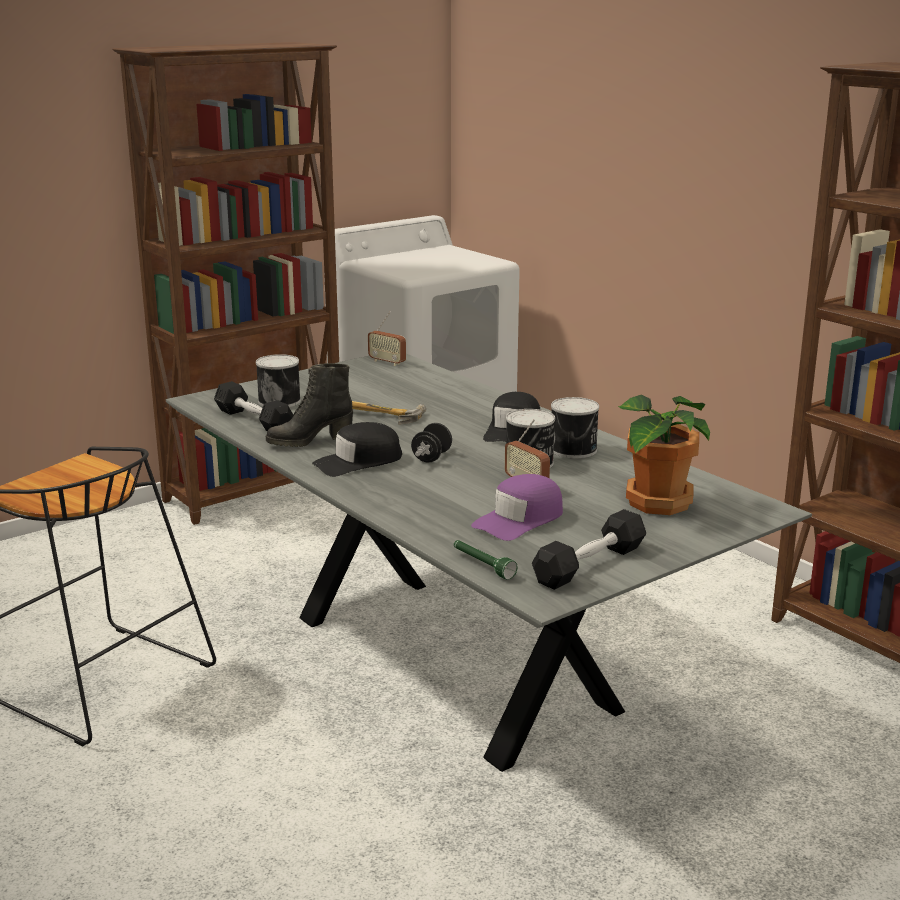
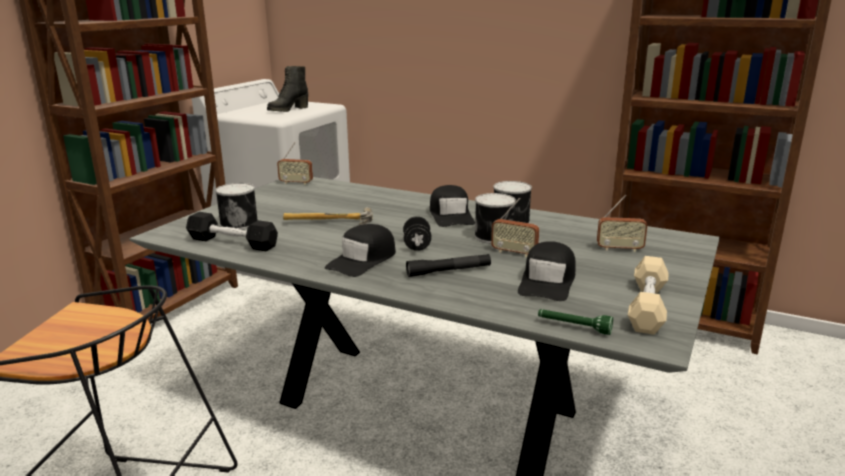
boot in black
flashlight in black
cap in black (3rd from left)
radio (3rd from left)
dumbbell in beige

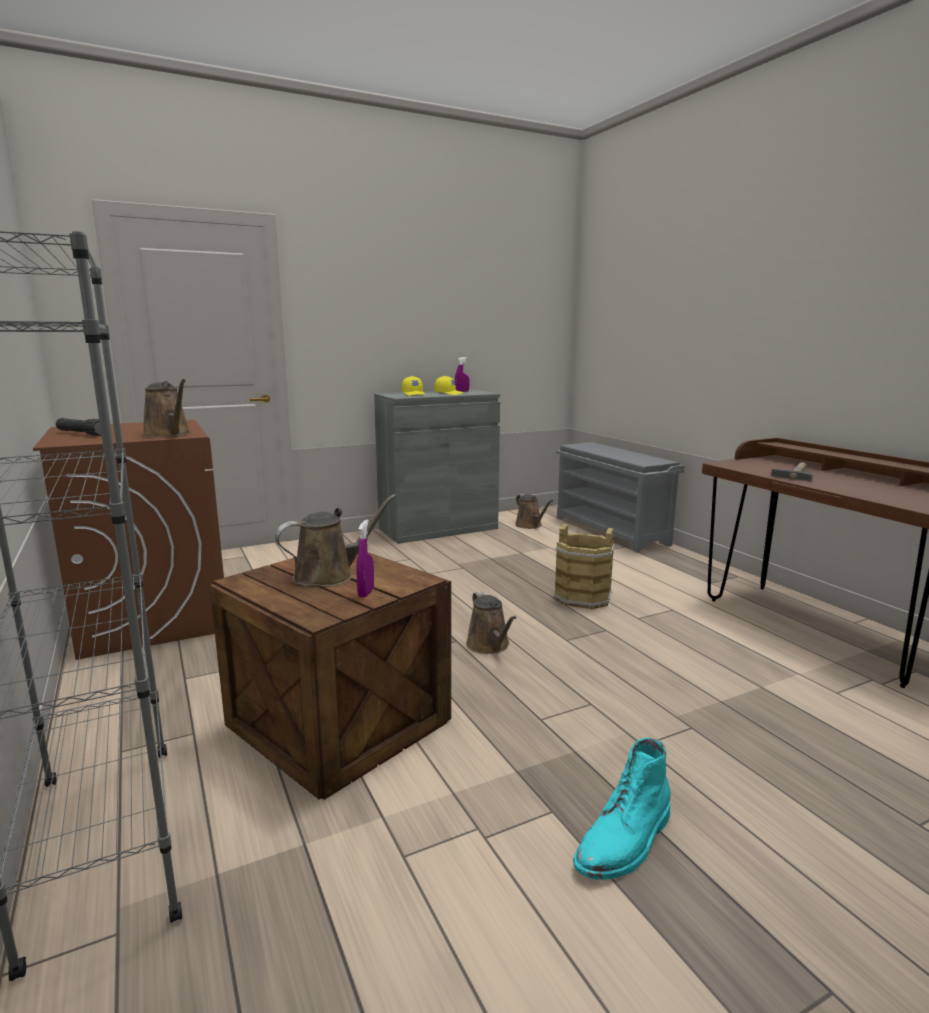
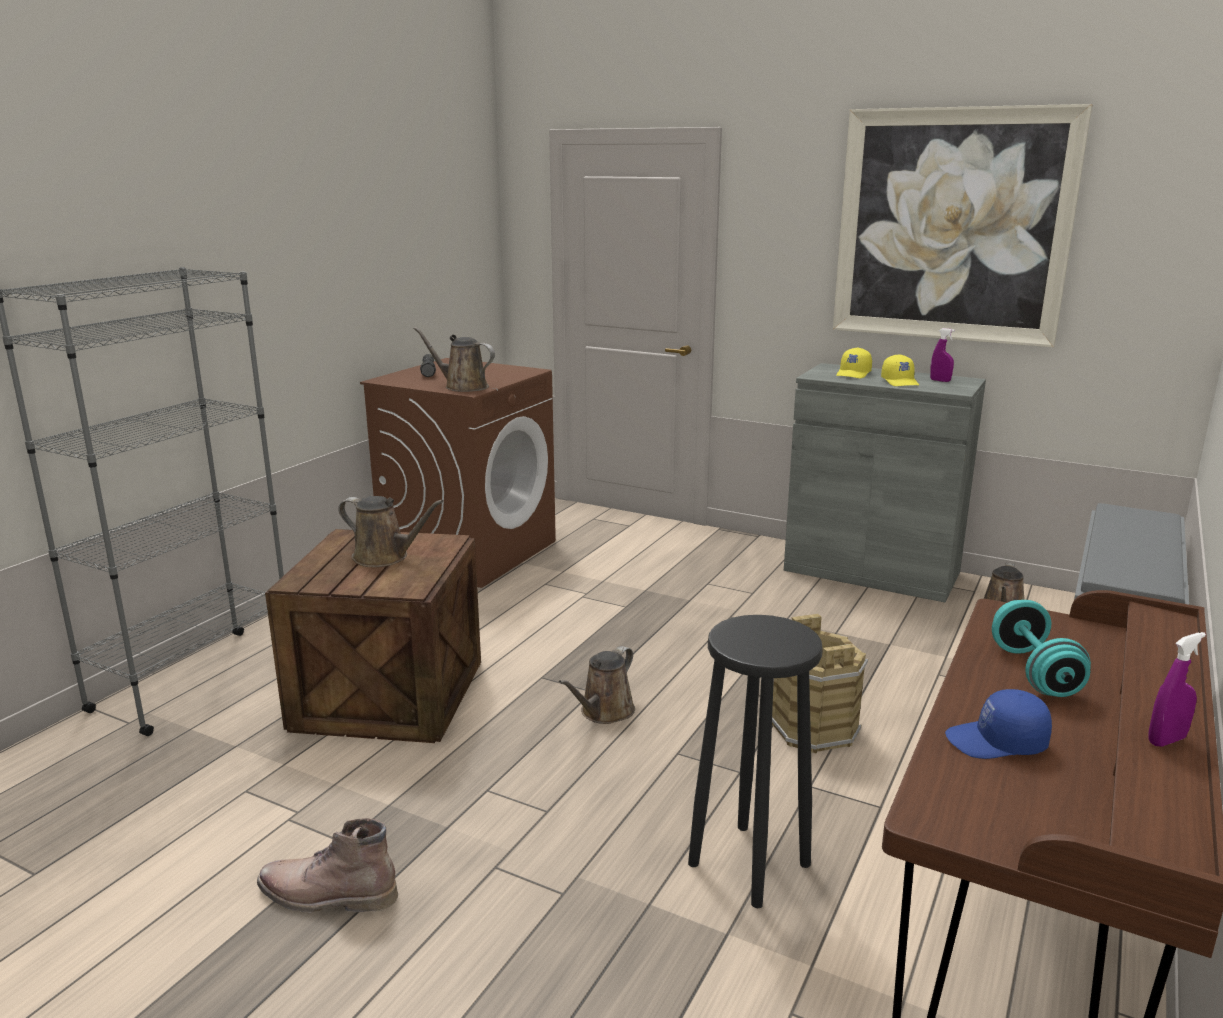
boot in brown
watering can in brown (2nd from left)
stool in black
picture
cap in blue
dumbbell in turquoise
spray bottle in purple (2nd from left)

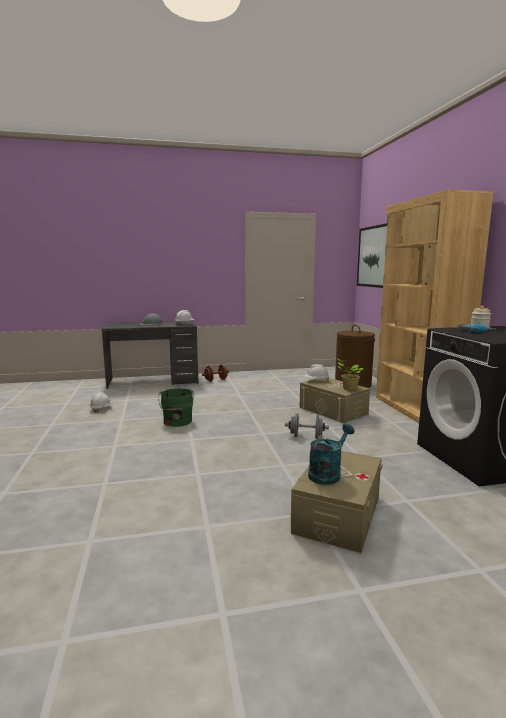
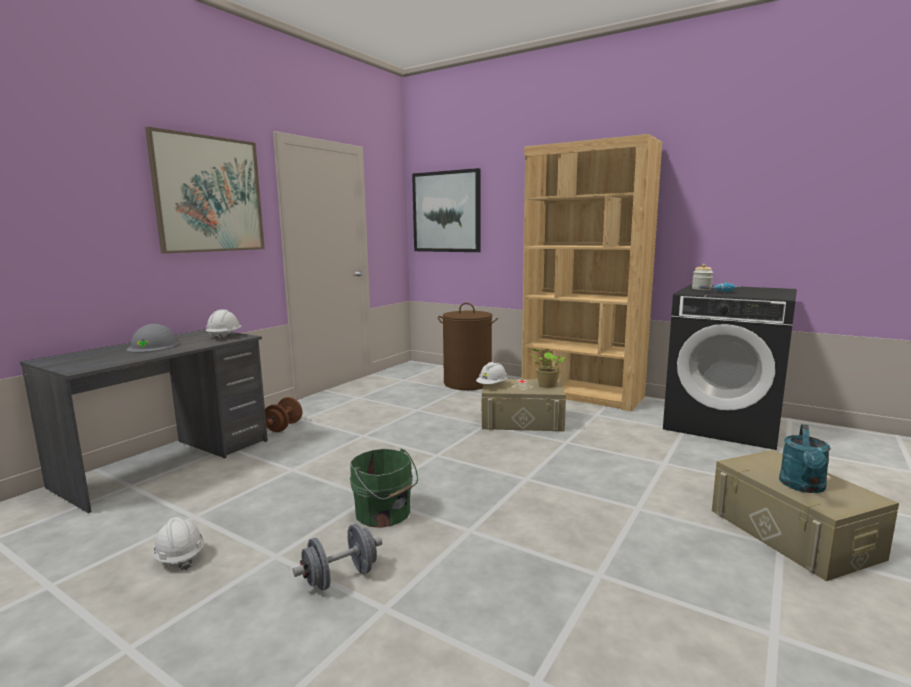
picture (1st from left)
dumbbell in grey
watering can in turquoise

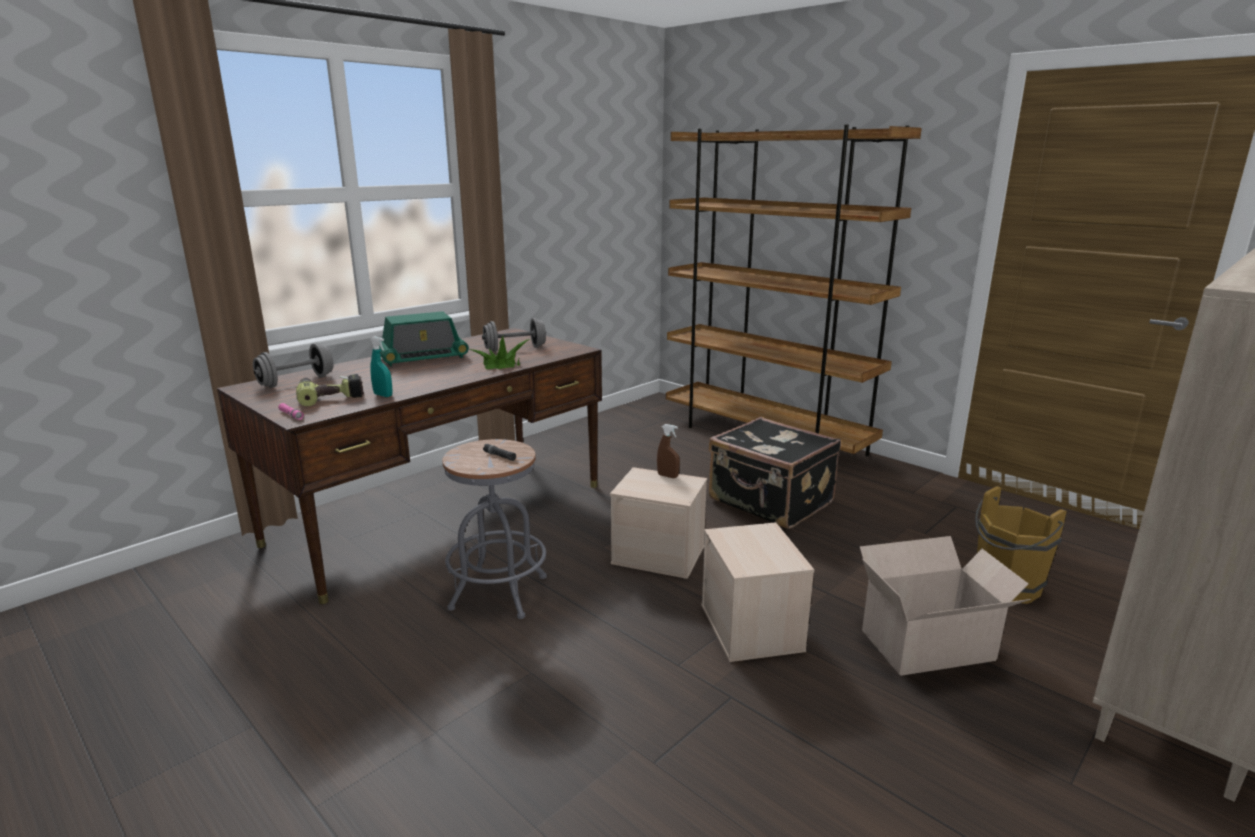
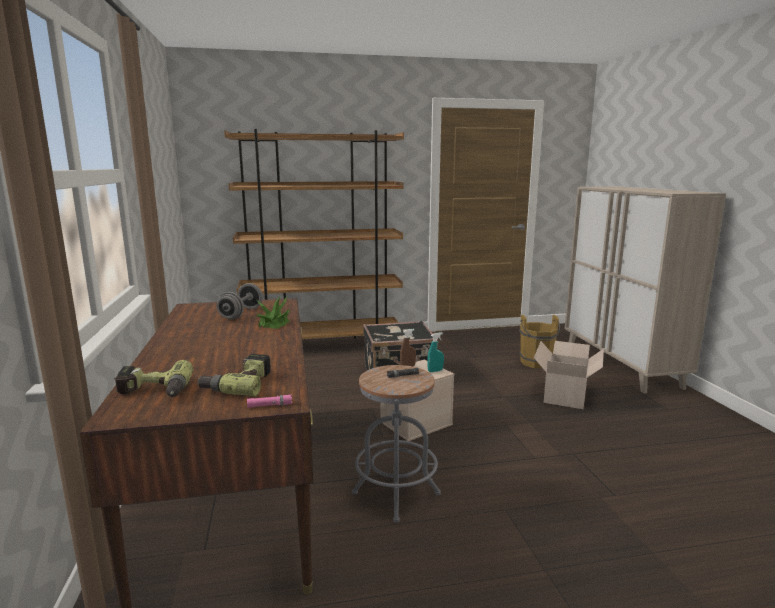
power drill (1st from left)
spray bottle in turquoise
radio
storage box in beige (2nd from left in the first image)

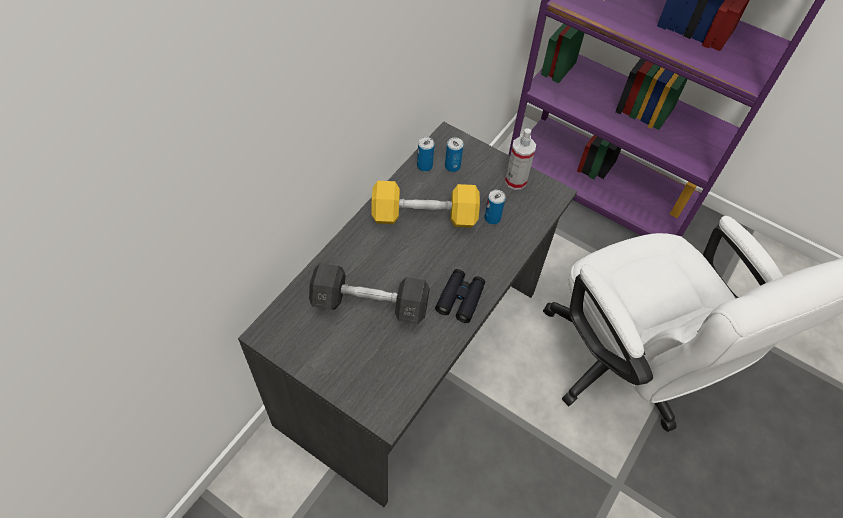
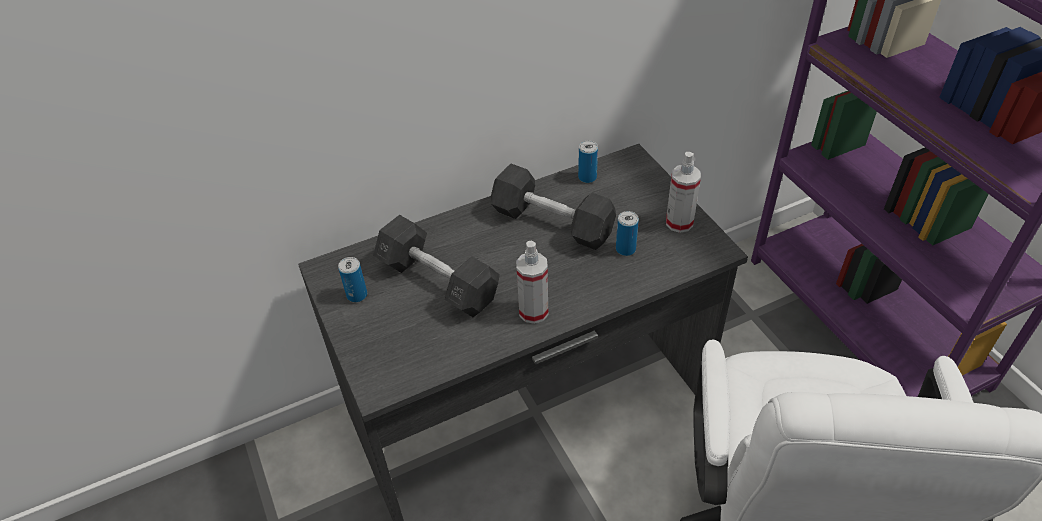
can (1st from left)
dumbbell in grey (2nd from left)
spray bottle (1st from left)

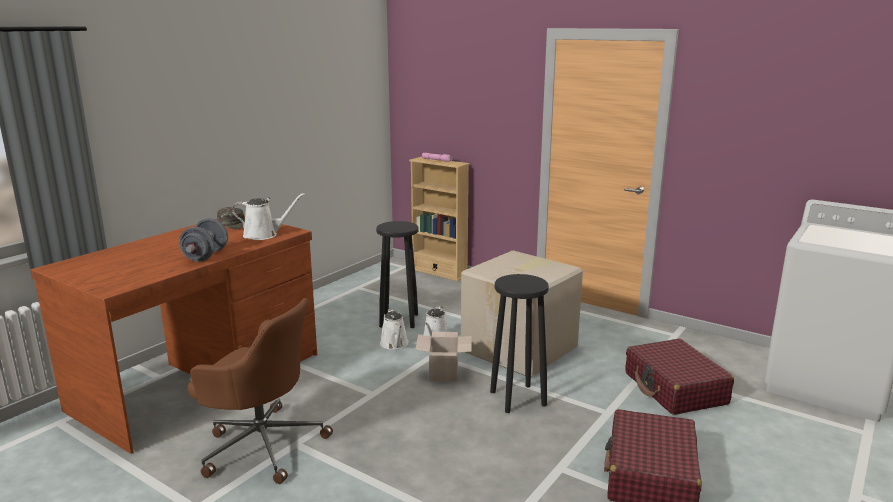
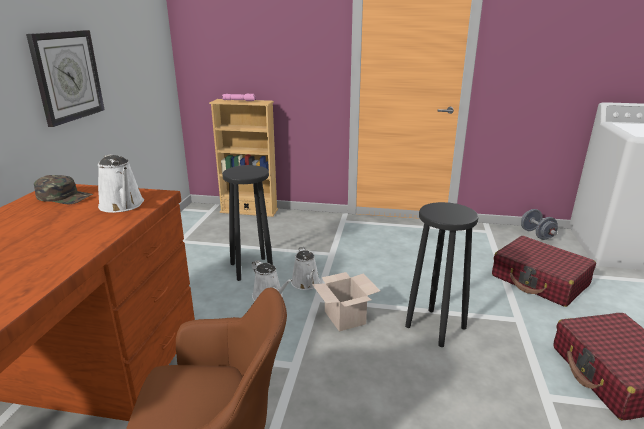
wall clock
watering can in white (1st from left)
dumbbell in grey
cardboard box (2nd from left in the first image)

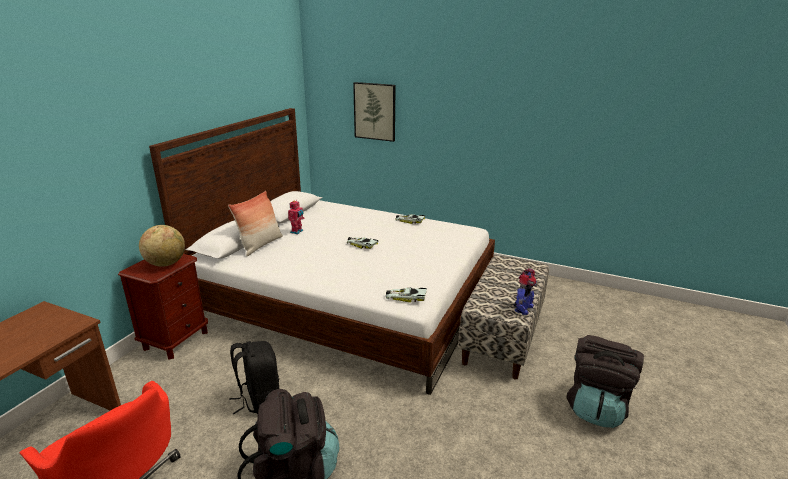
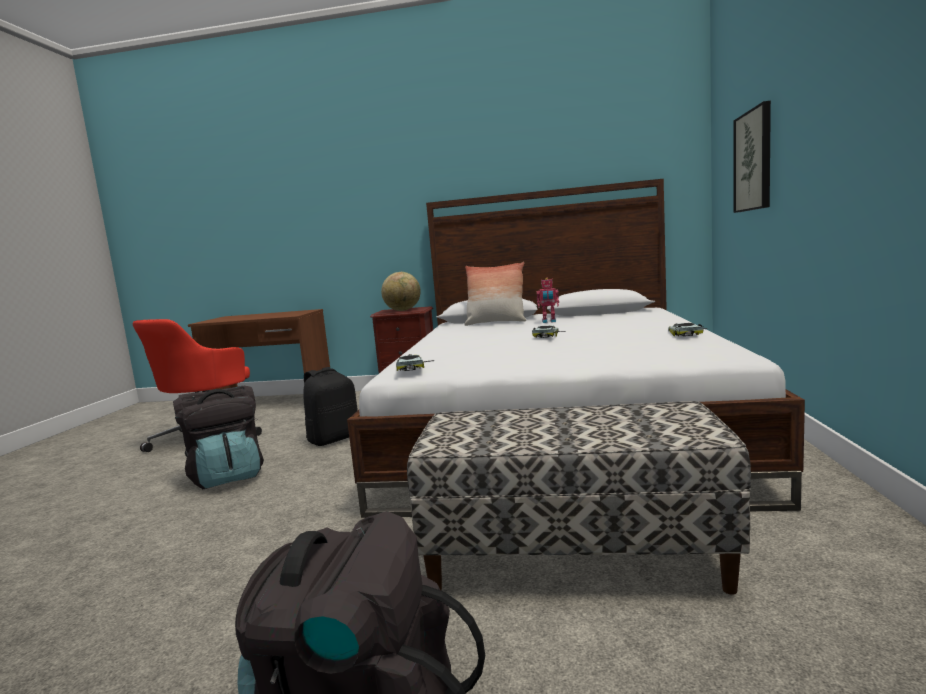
toy robot (2nd from left in the first image)

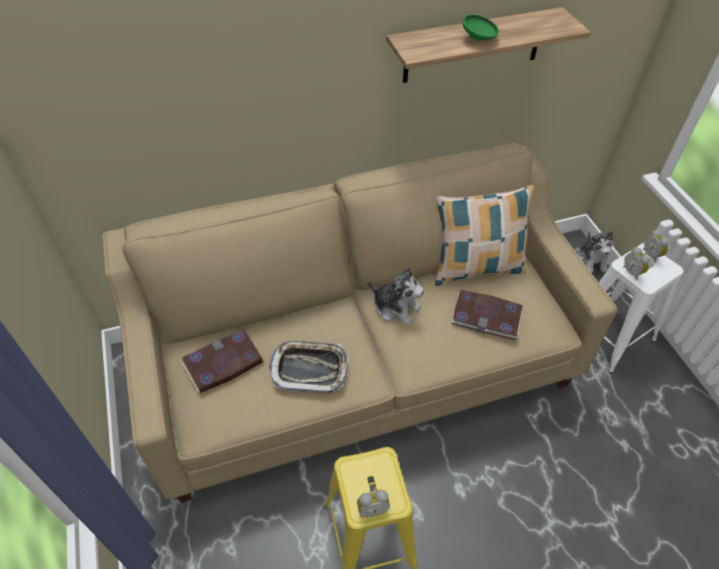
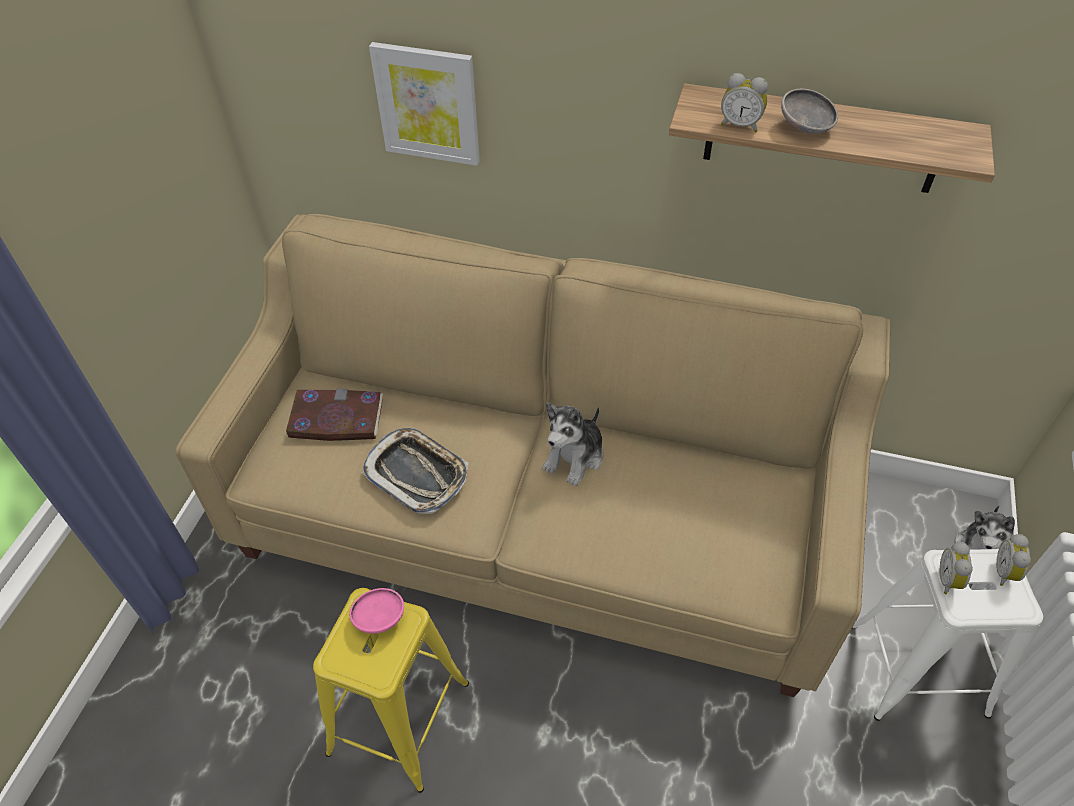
bowl in pink
picture
plush toy (1st from left)
alarm clock (1st from left)
bowl in grey
pillow
book (2nd from left in the first image)

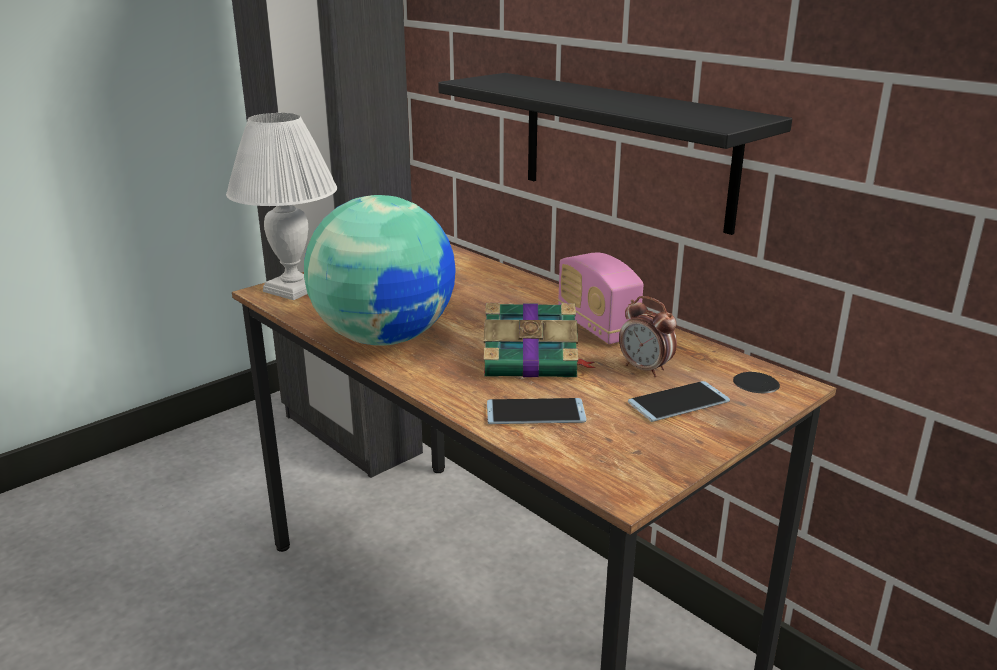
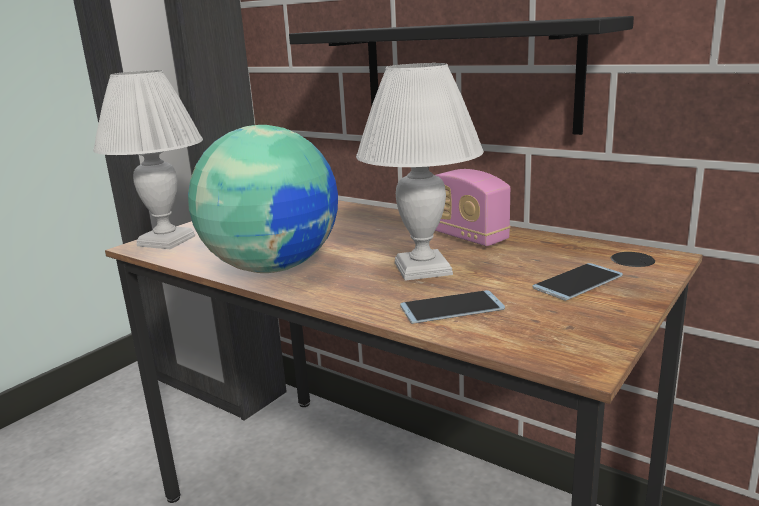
table lamp in white (2nd from left)
alarm clock

